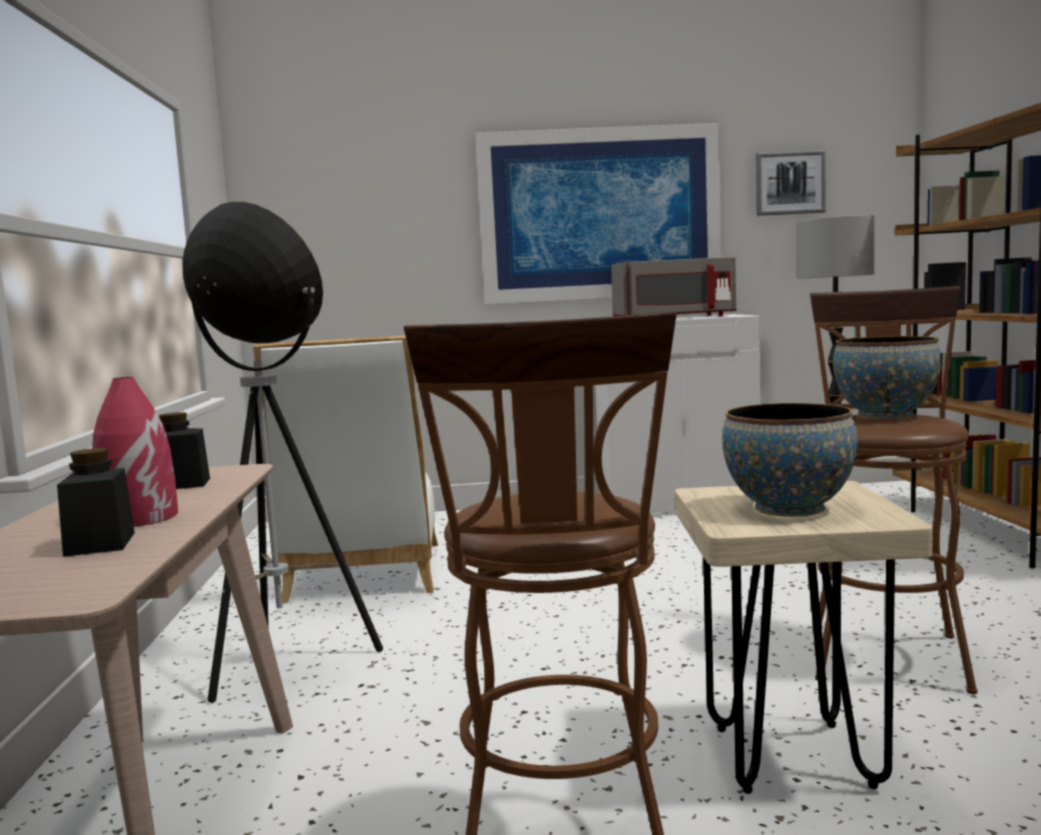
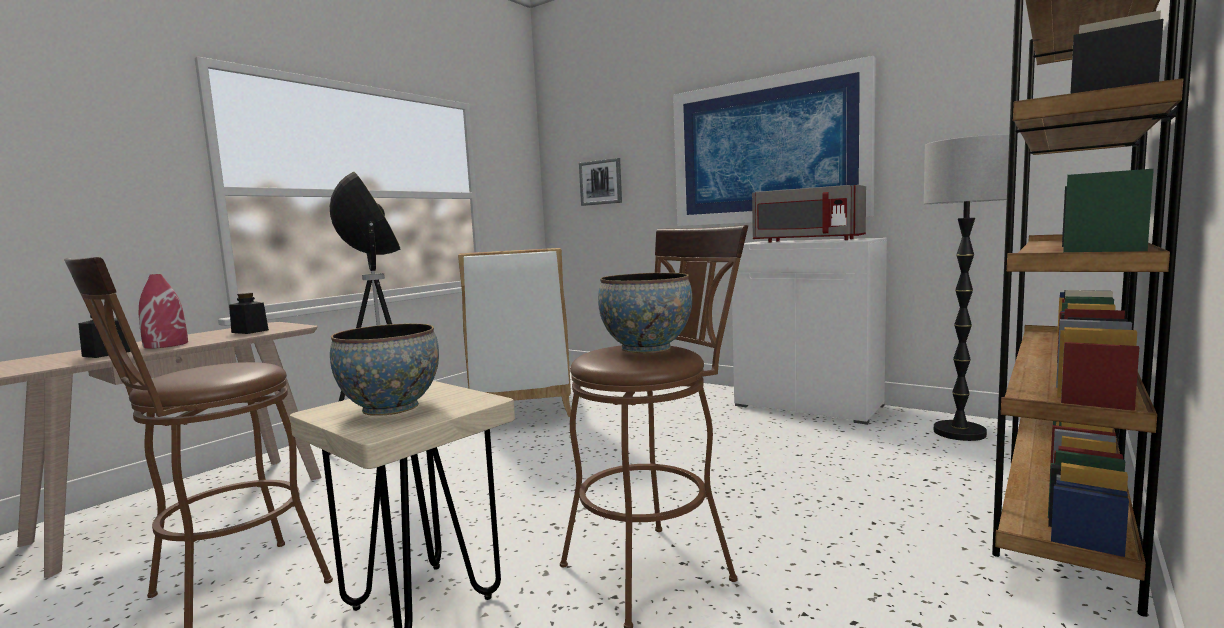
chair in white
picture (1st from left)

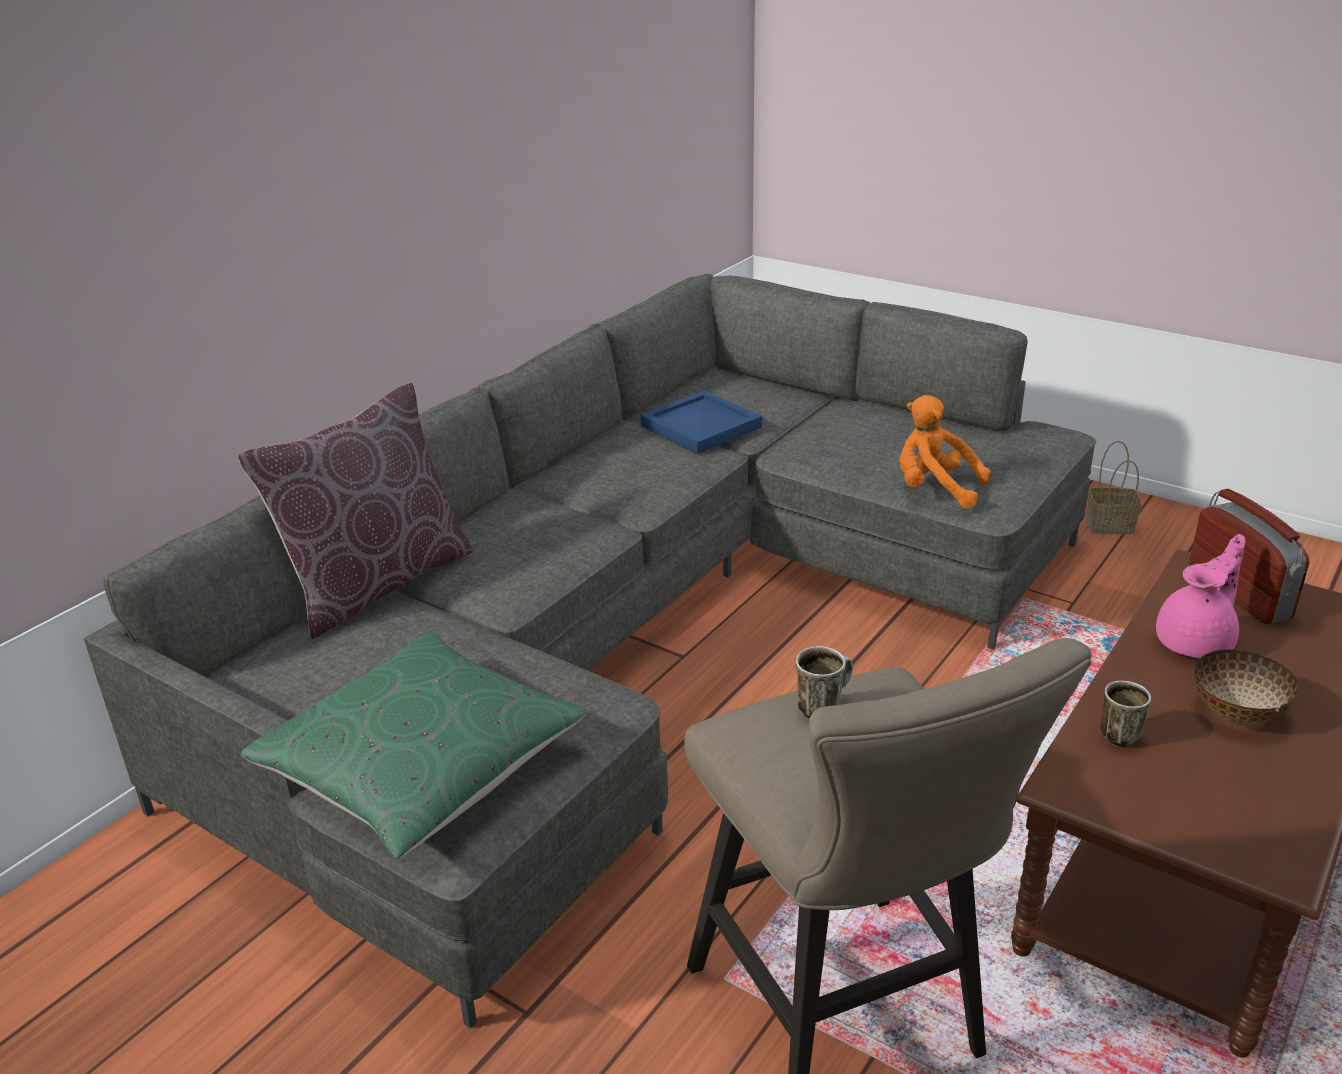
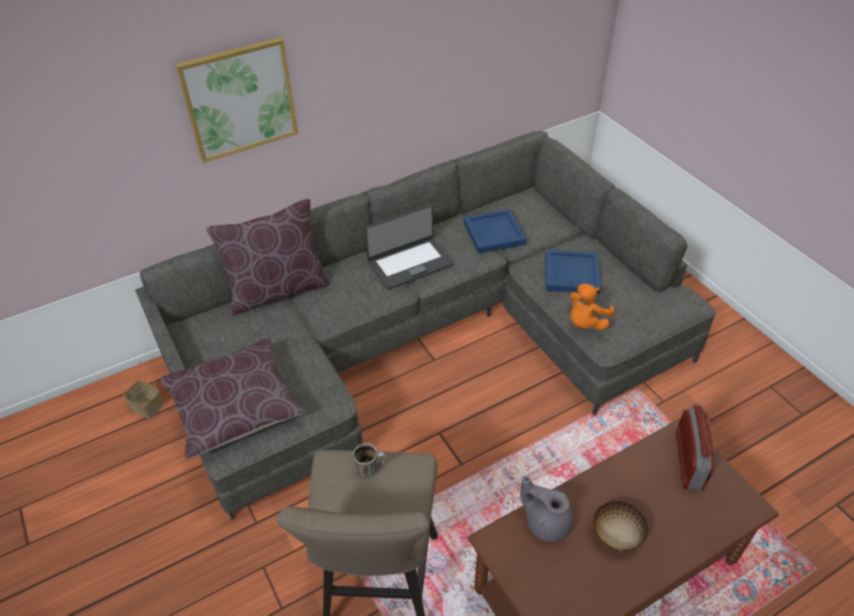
basket
pillow in brown (1st from left)
picture
laptop
teapot in grey
tray in blue (2nd from left)
plush toy in orange
teapot in pink

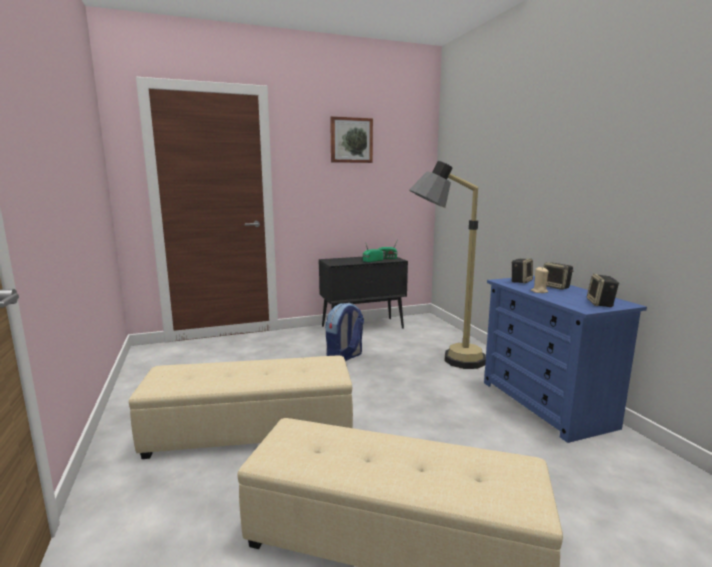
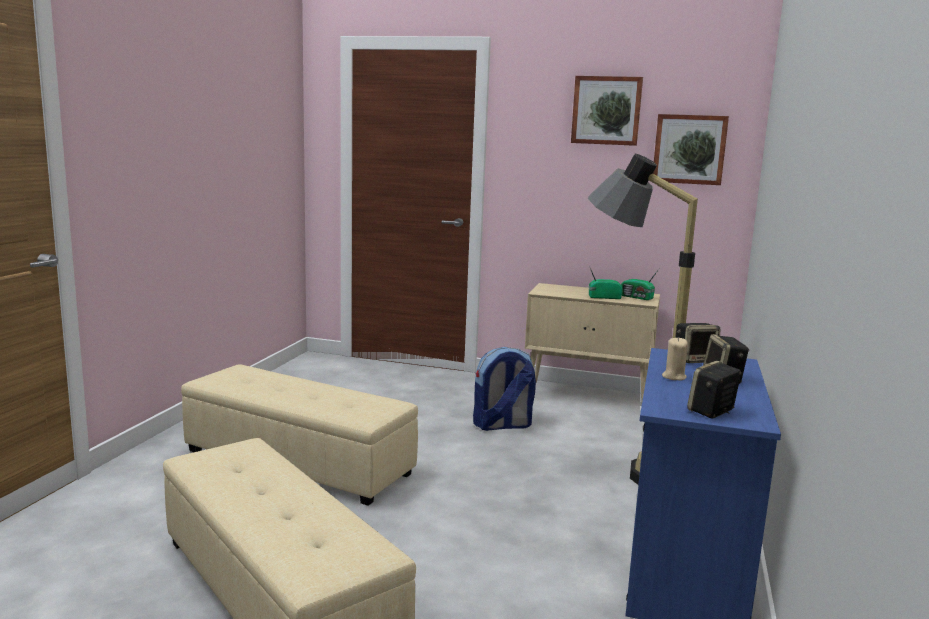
cabinet in beige
picture (2nd from left)

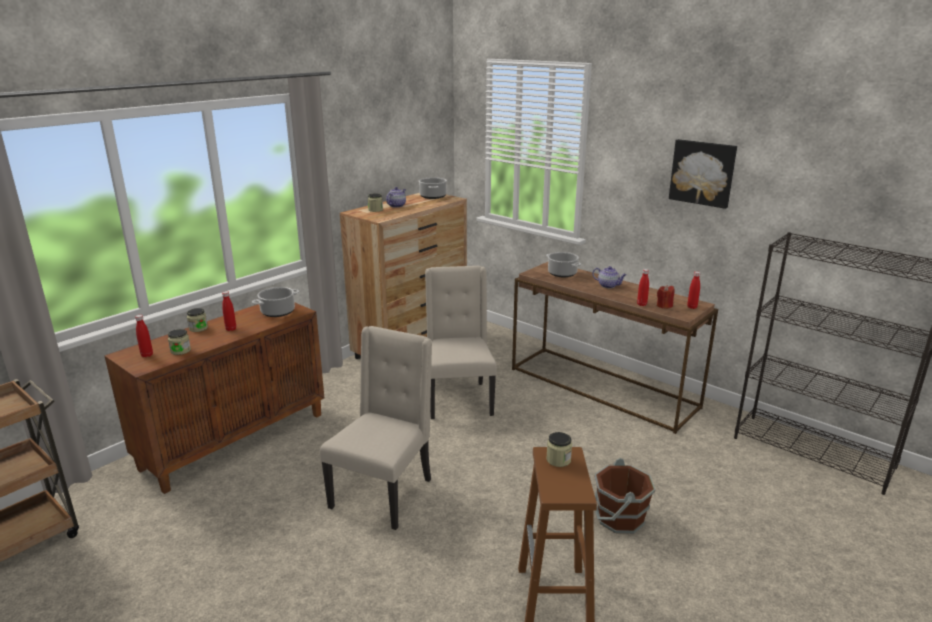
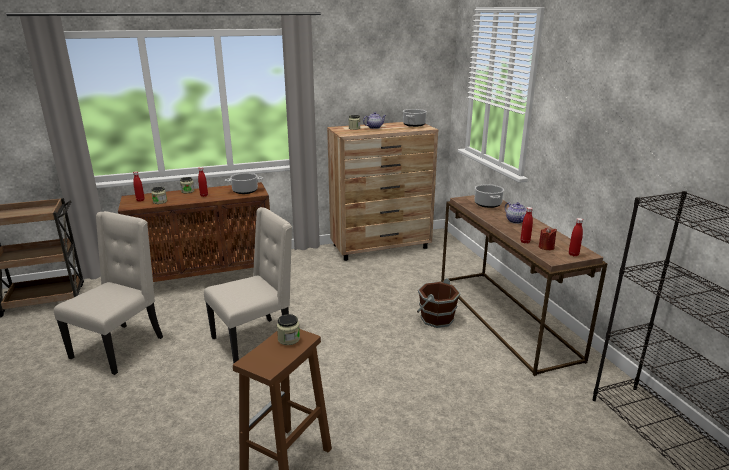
chair in beige (1st from left)
bucket in brown
picture

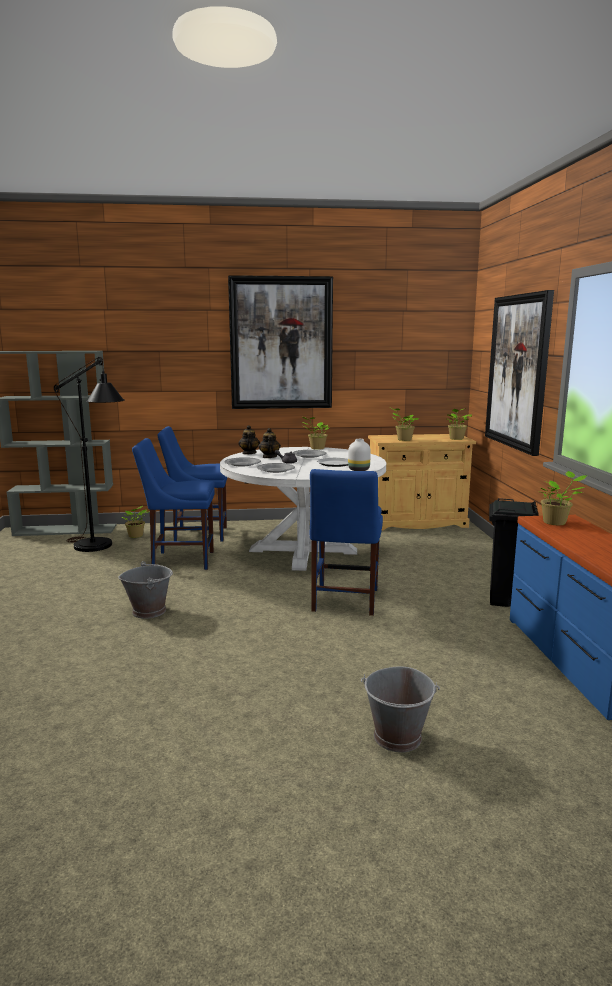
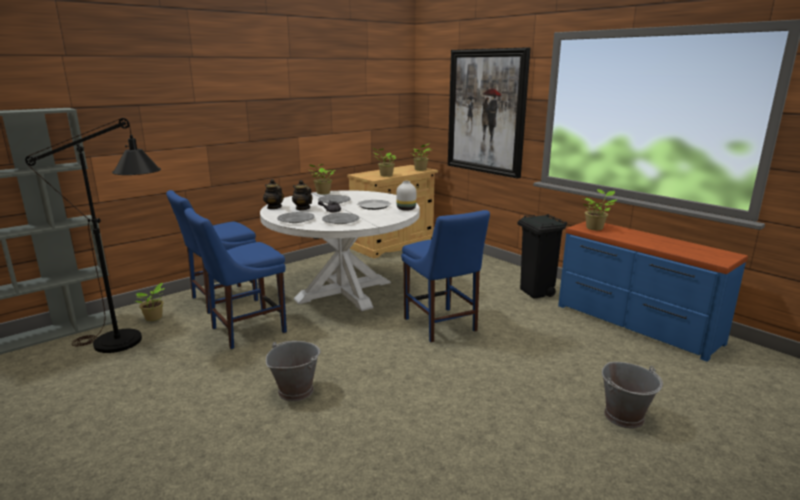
picture (1st from left in the first image)

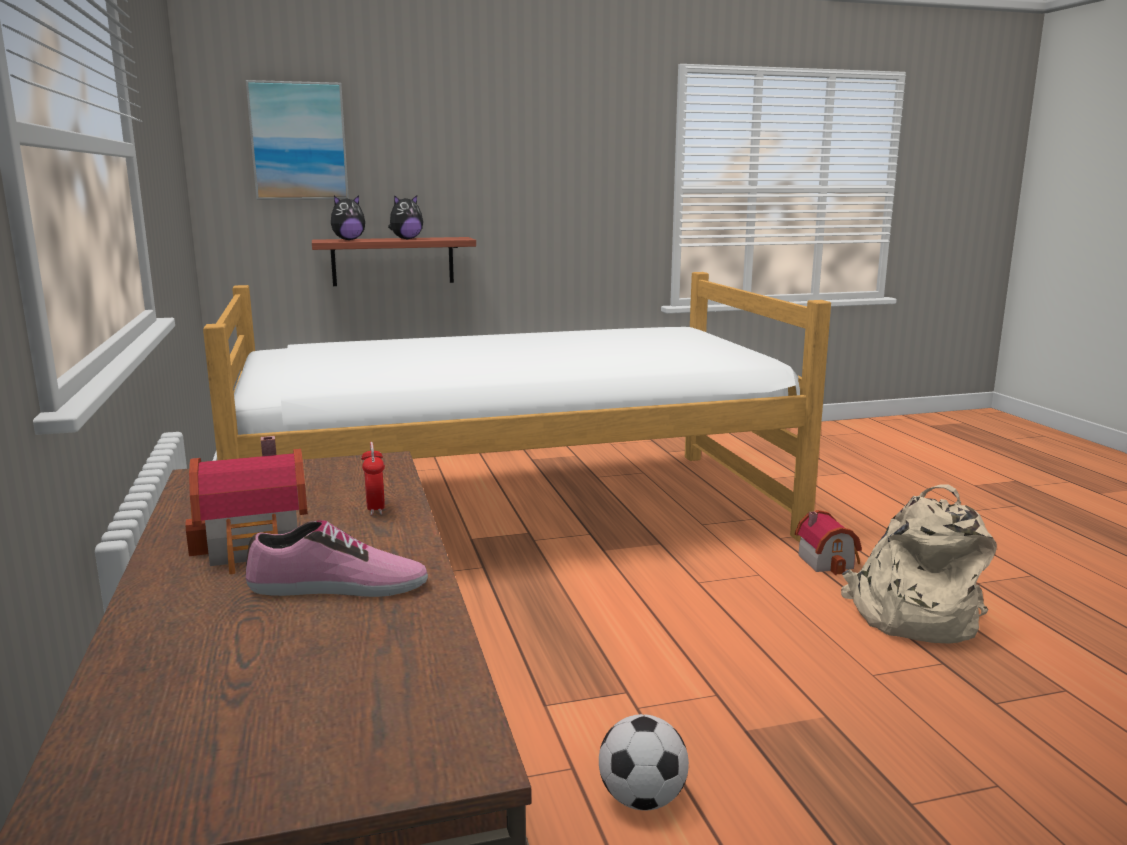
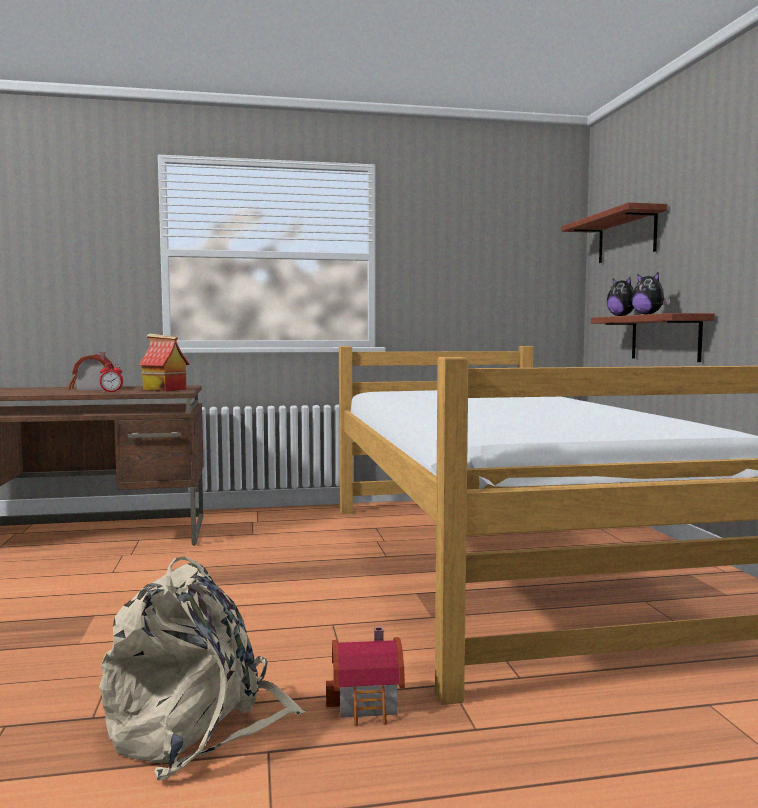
toy house (2nd from left)
shelf (1st from left)
shoe
football

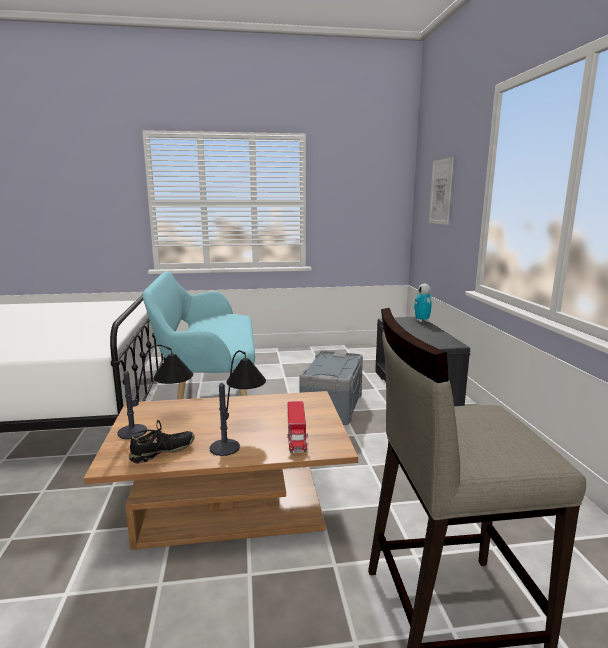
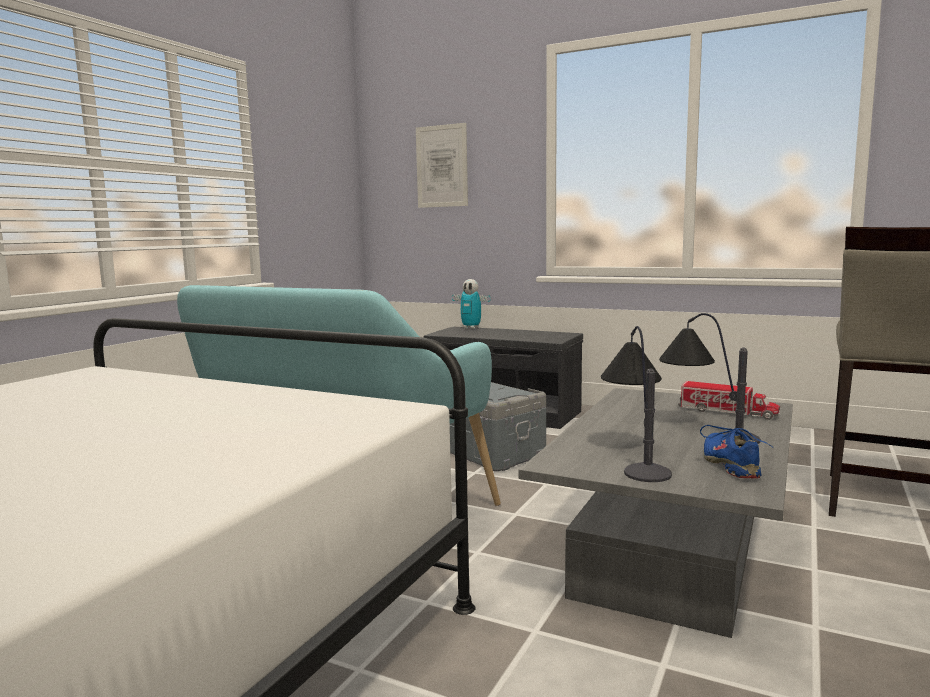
coffee table in grey
shoe in blue

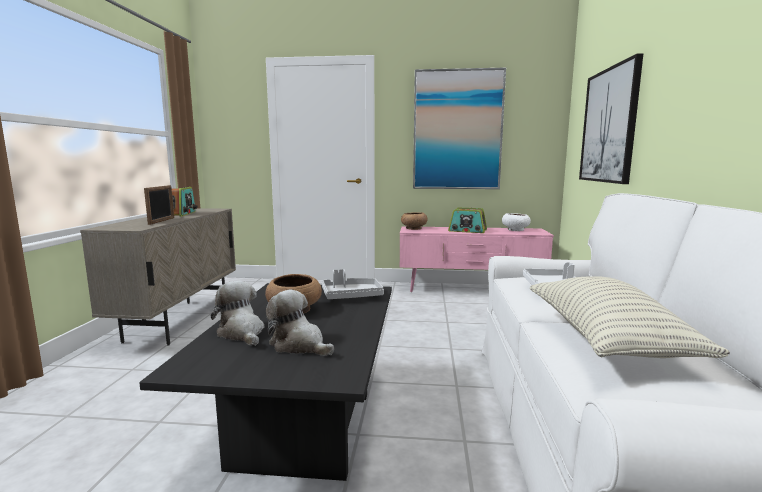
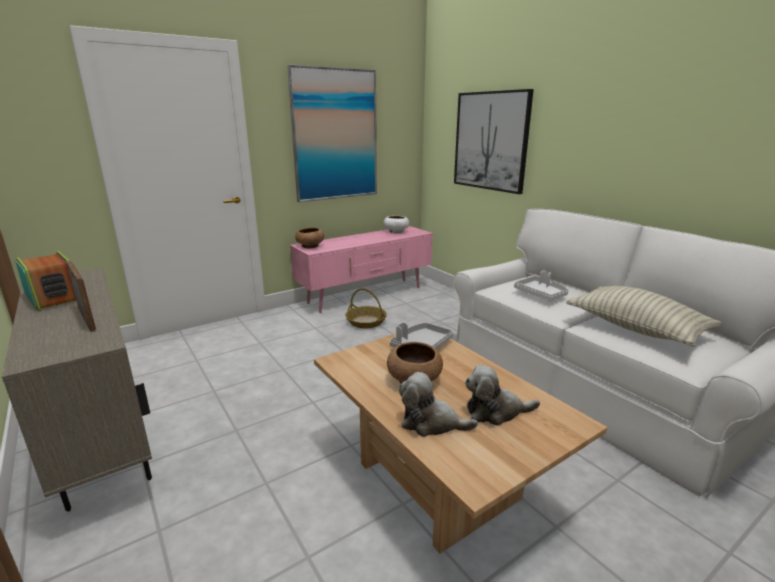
coffee table in beige
basket
radio (2nd from left in the first image)

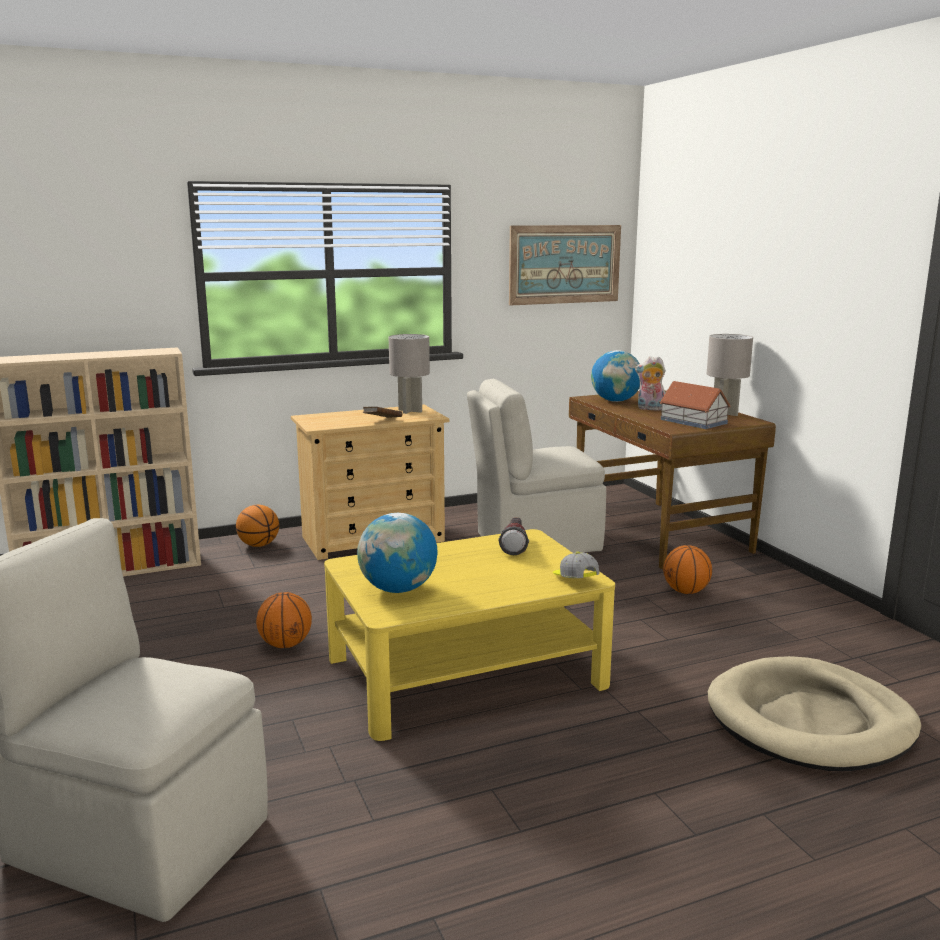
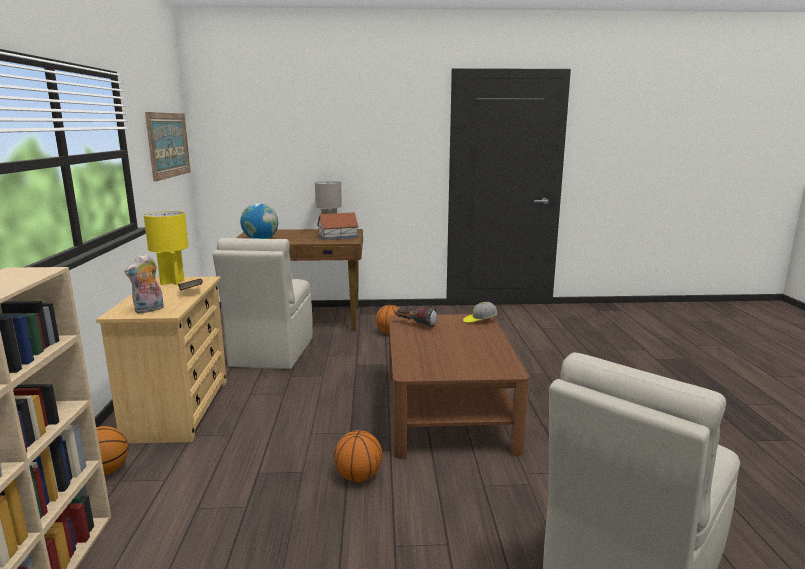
plush toy
table lamp in yellow
coffee table in brown
globe (1st from left in the first image)
dog bed in beige

